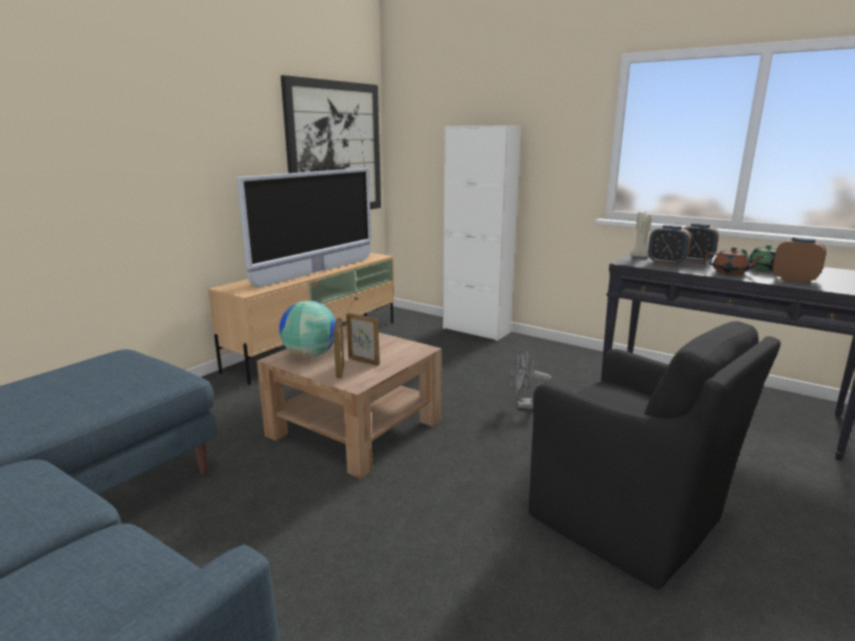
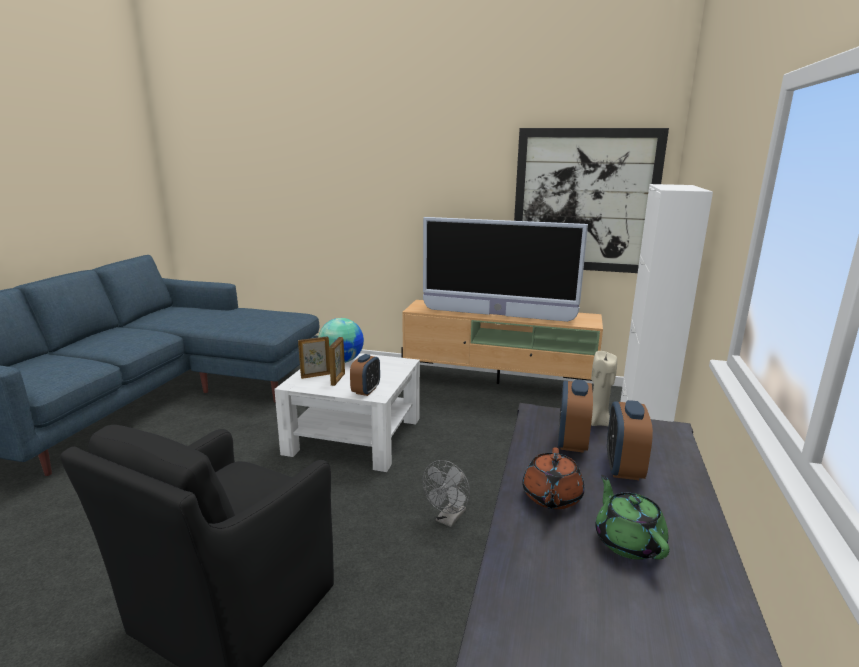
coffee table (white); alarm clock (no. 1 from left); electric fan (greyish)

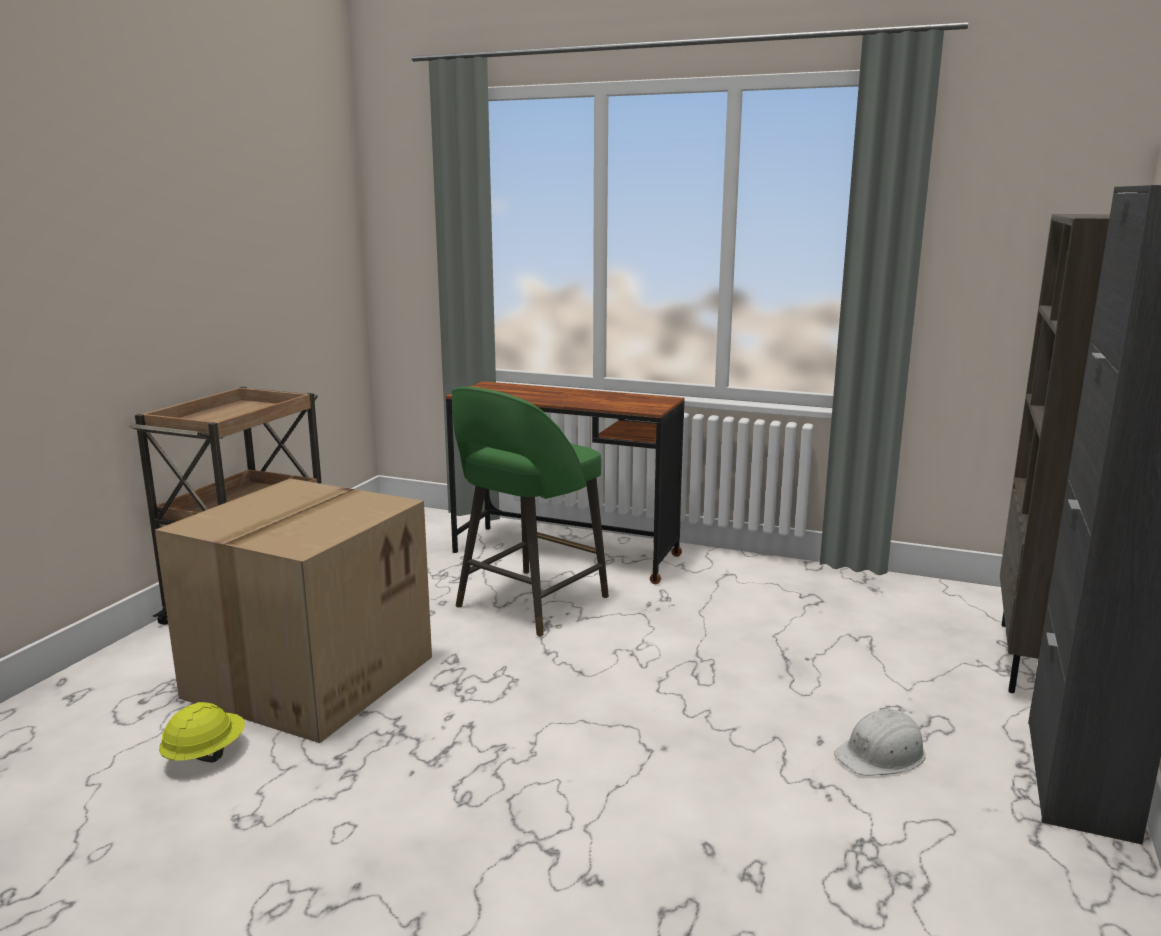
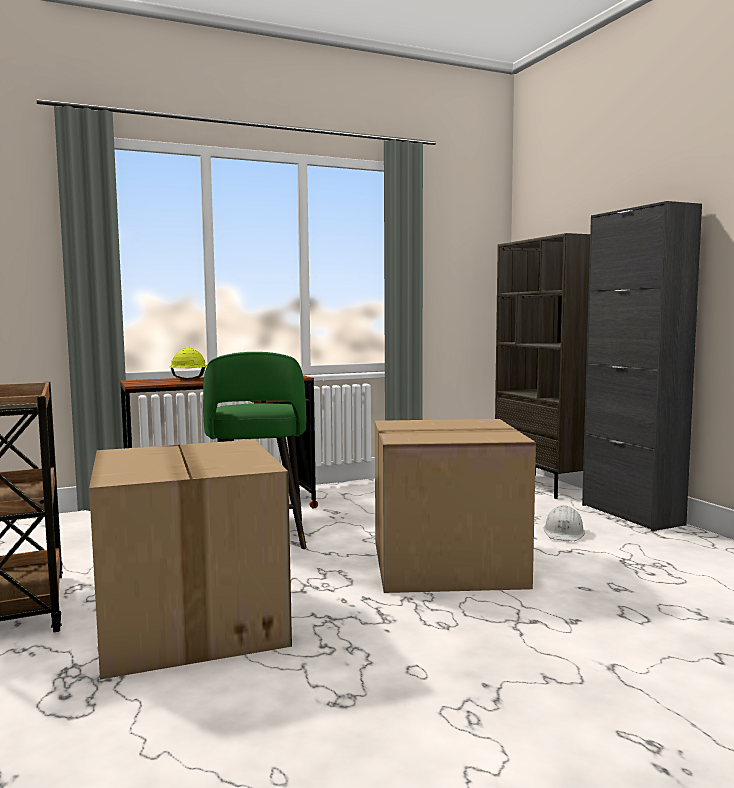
hard hat (yellow); carton (no. 2 from left)

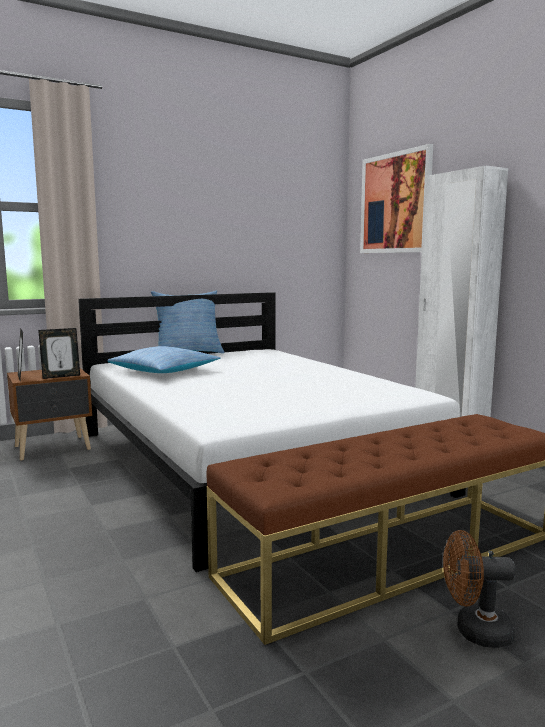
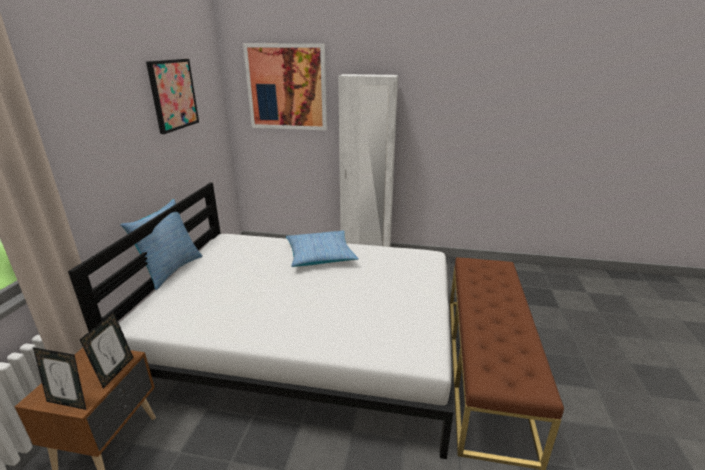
wall picture (no. 1 from left); pillow (no. 2 from left); electric fan (brownish)

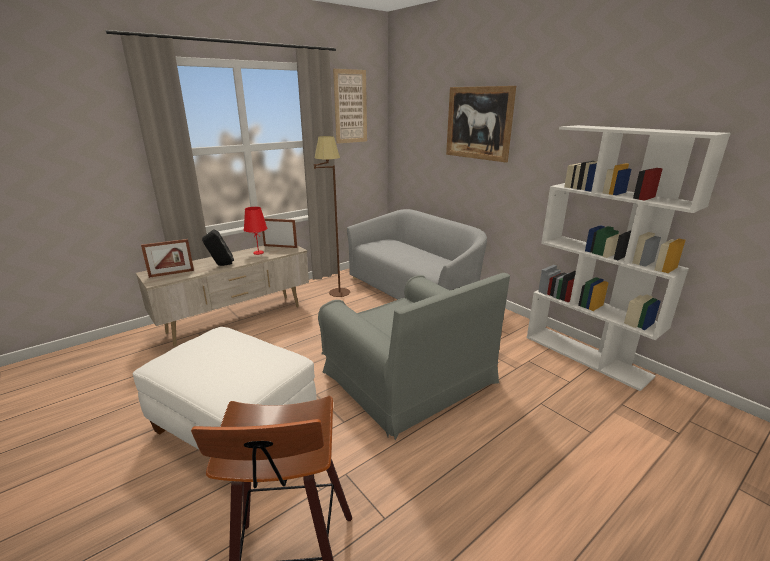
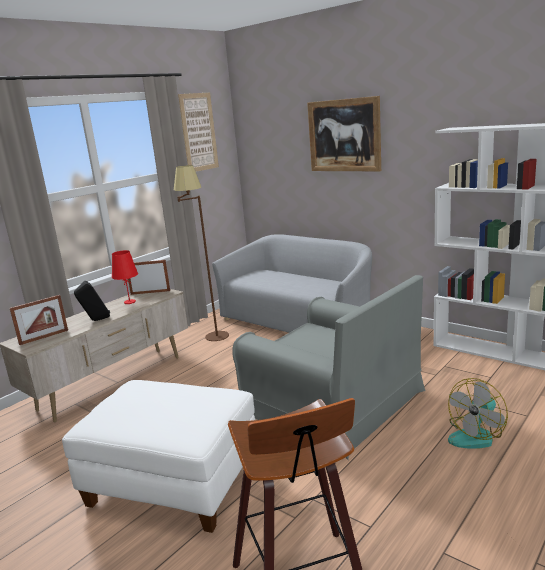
electric fan

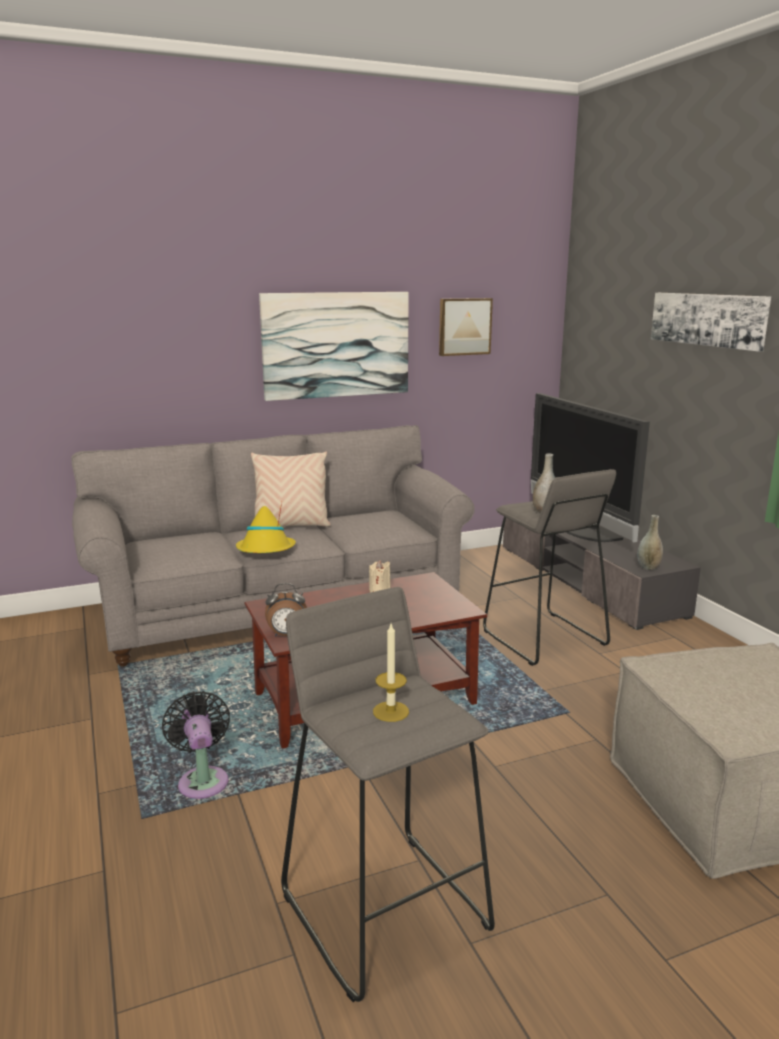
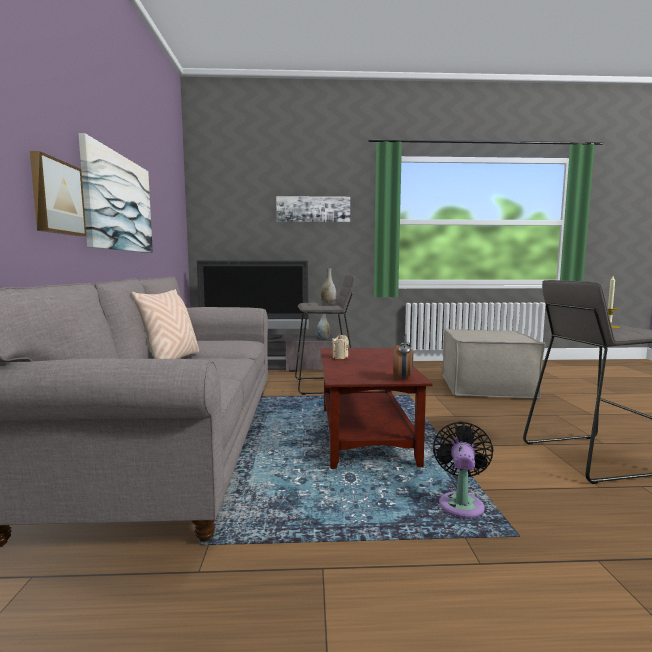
wall picture (no. 1 from left); electric fan (black); wearable hat (yellow)

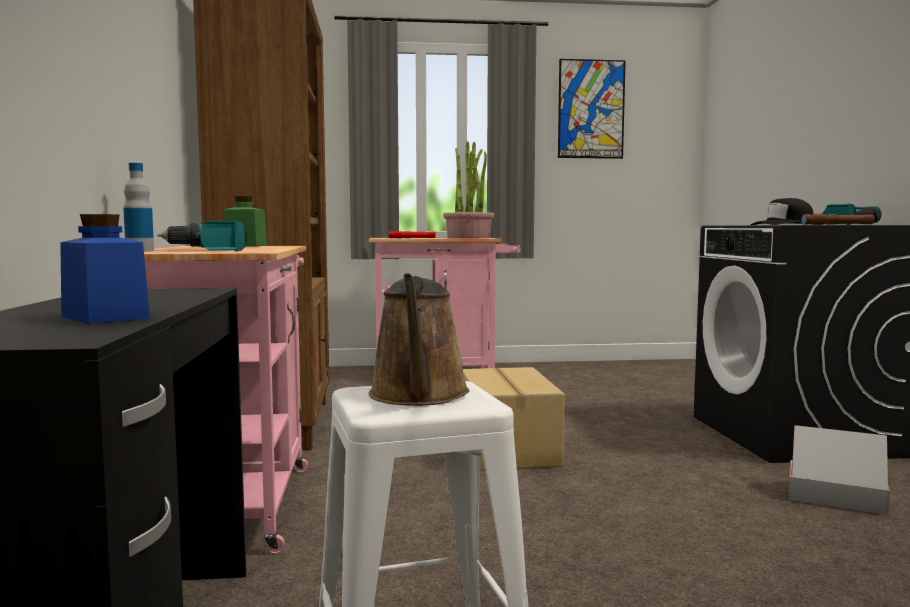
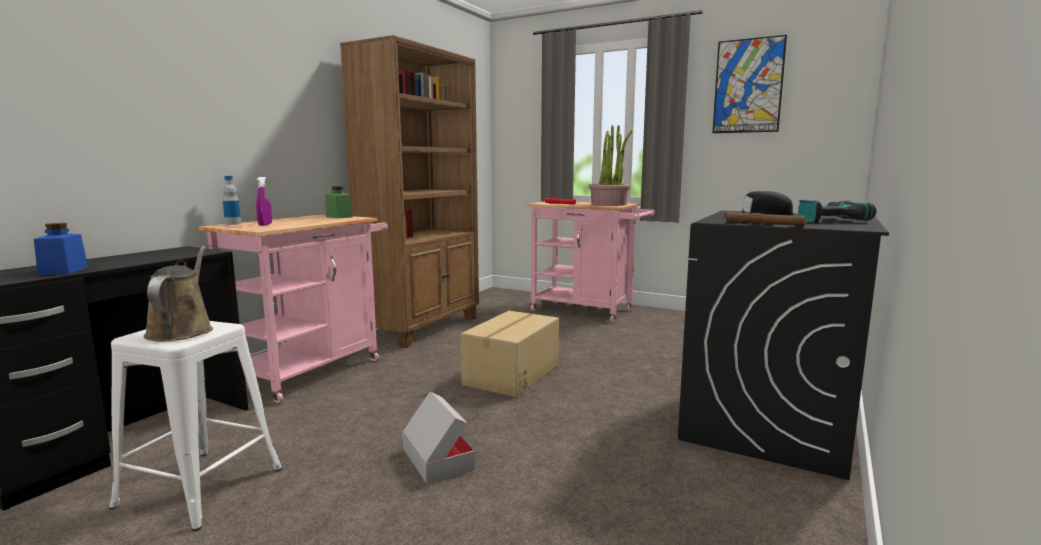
watering pot (brownish); hand sprayer (purple); carton (no. 1 from left)

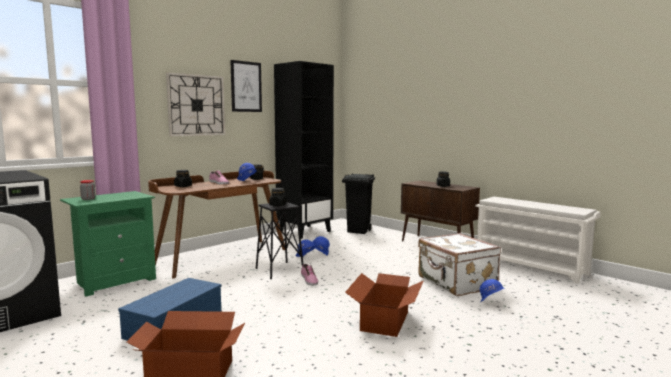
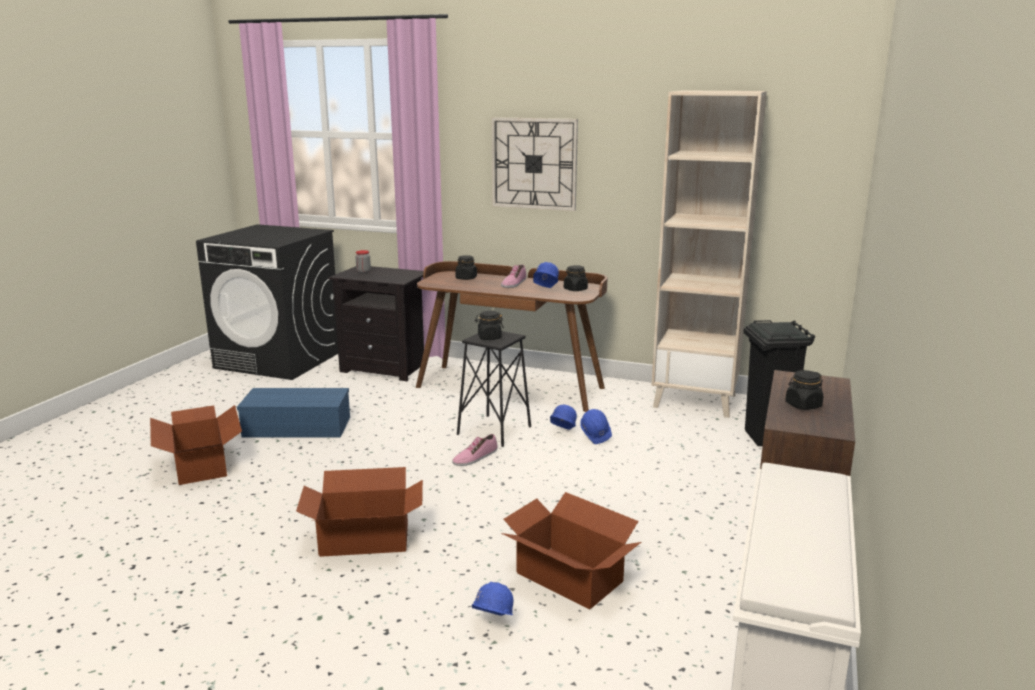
nightstand (black); carton (no. 3 from left); bookshelf (sand-coloured); wall picture

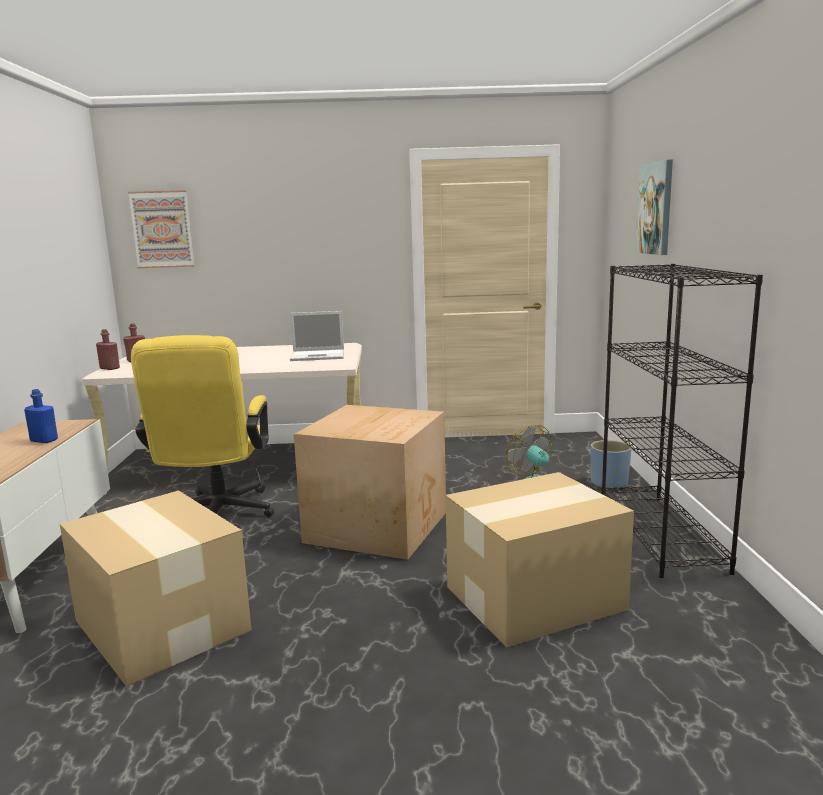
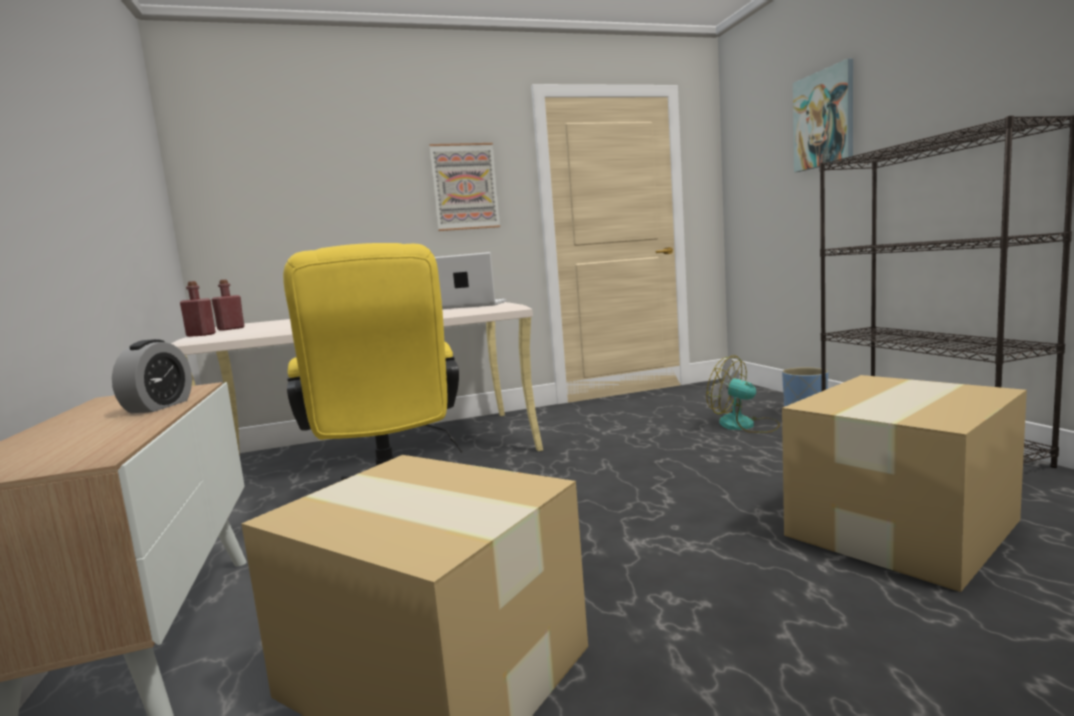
alarm clock; wall picture (no. 1 from left); laptop; carton (no. 2 from left in the first image)

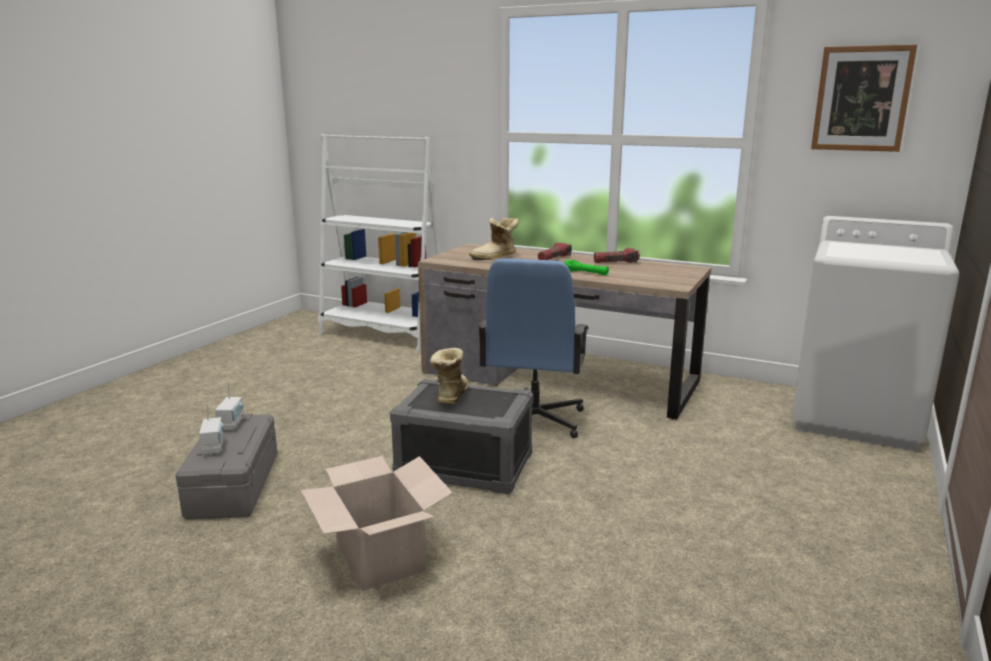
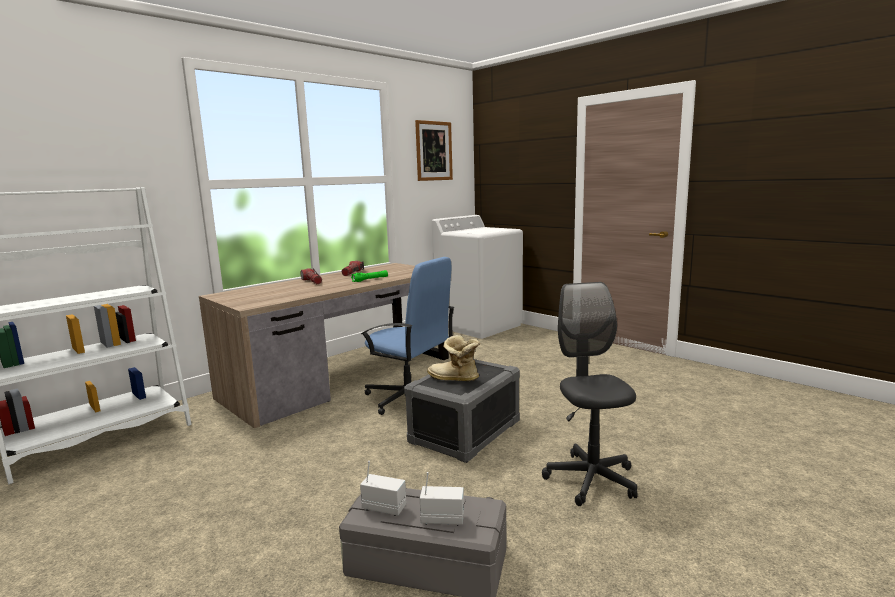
computer chair (greyish); high-top boot (no. 2 from left in the first image)

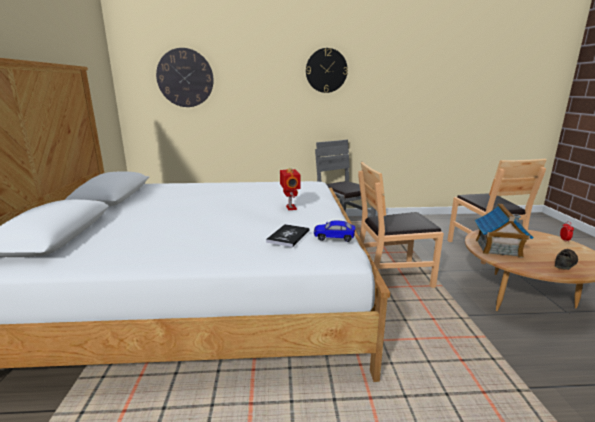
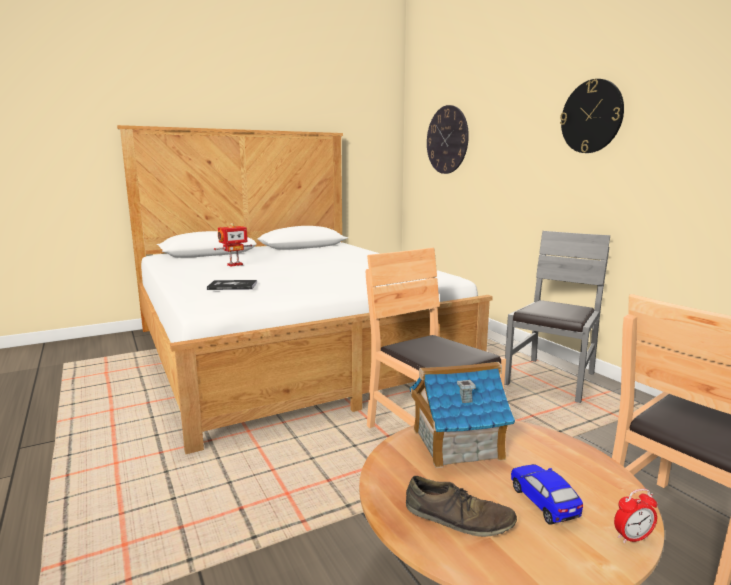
toy robot; toy car

